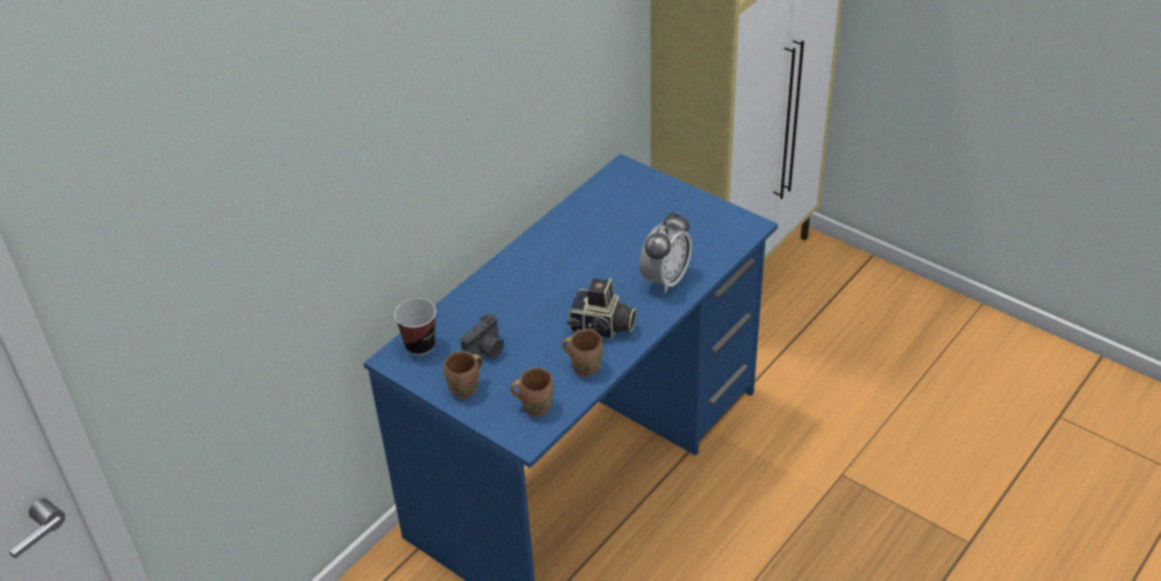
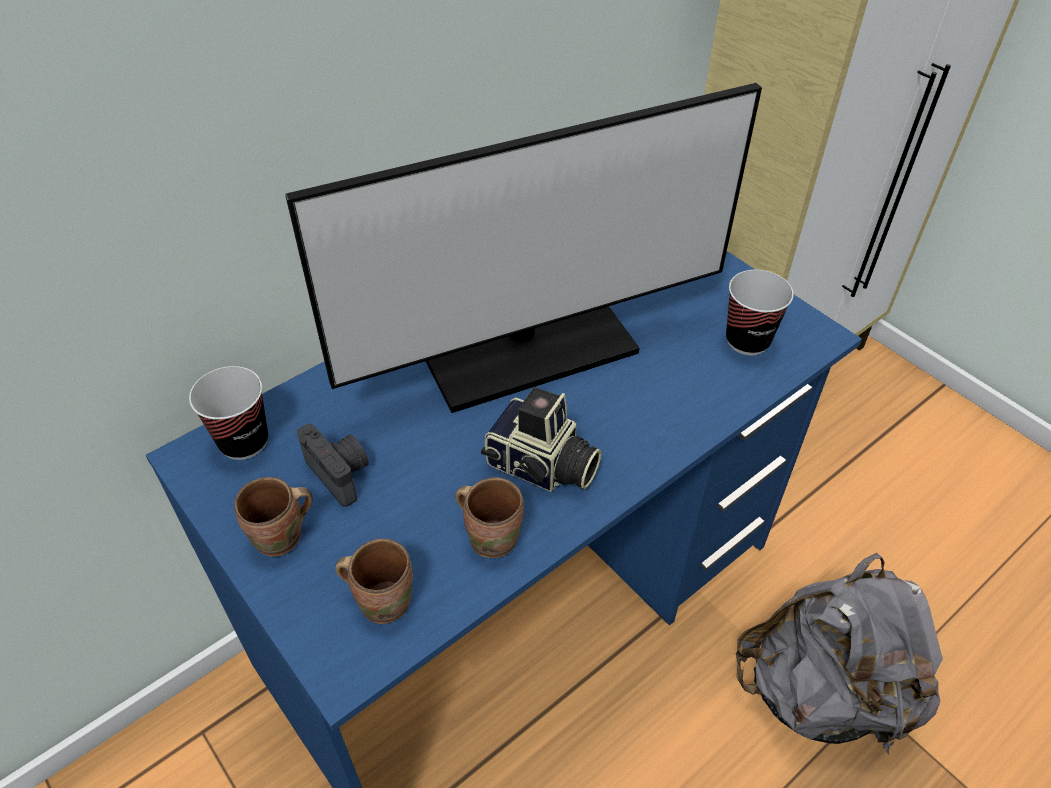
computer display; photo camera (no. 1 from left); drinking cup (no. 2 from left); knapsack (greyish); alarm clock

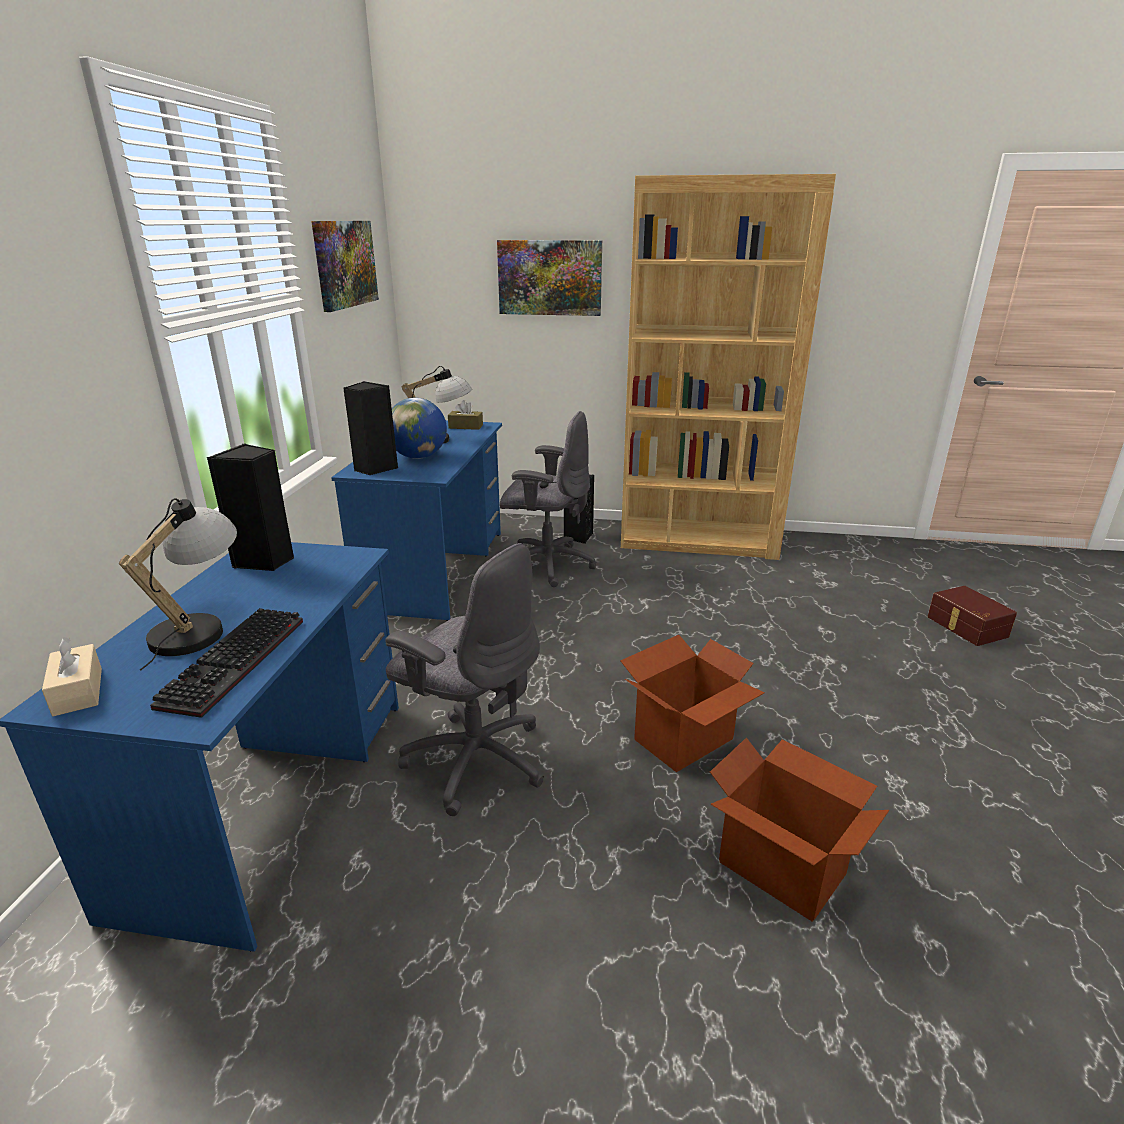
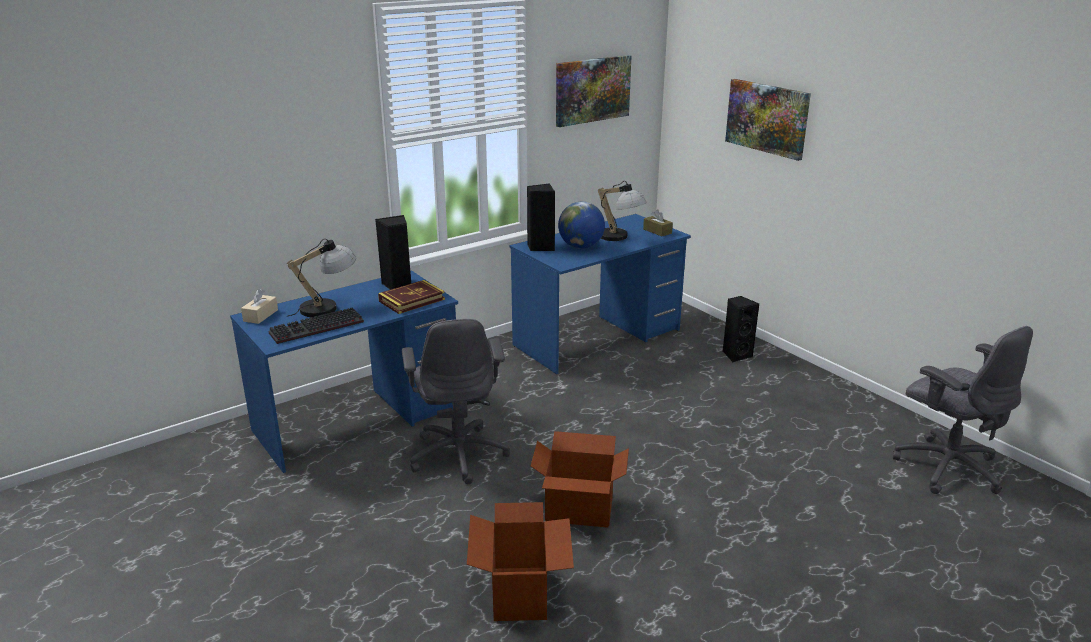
bound book; computer chair (greyish) (no. 2 from left); bookshelf (brownish); storage bin (brownish)

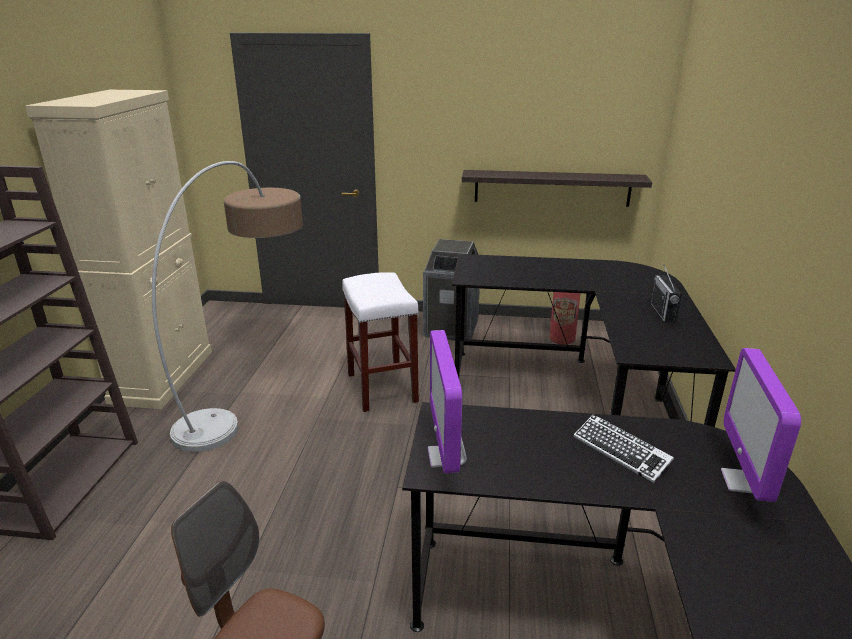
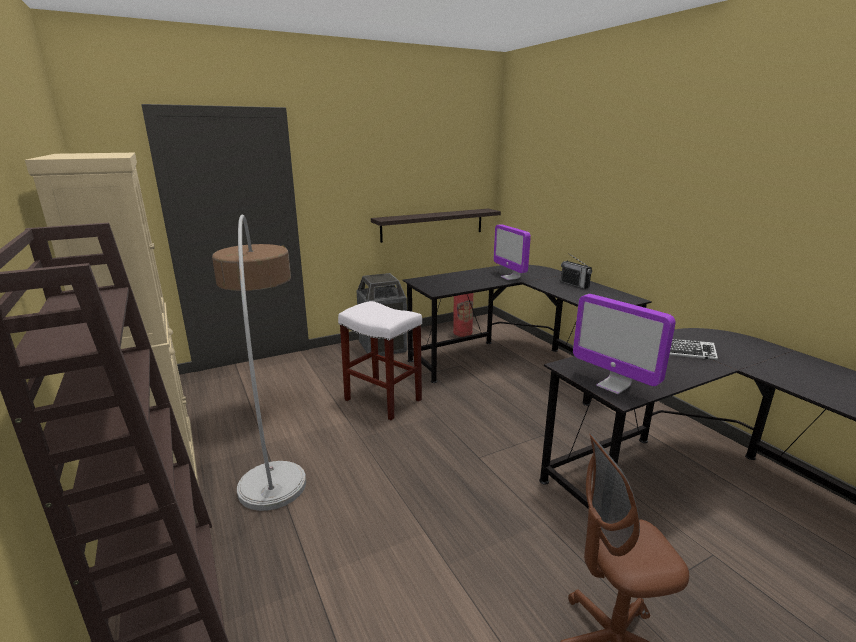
computer display (no. 1 from left)

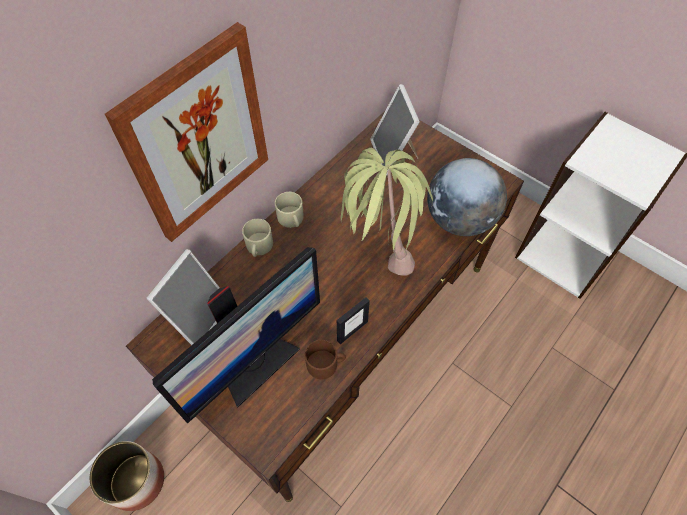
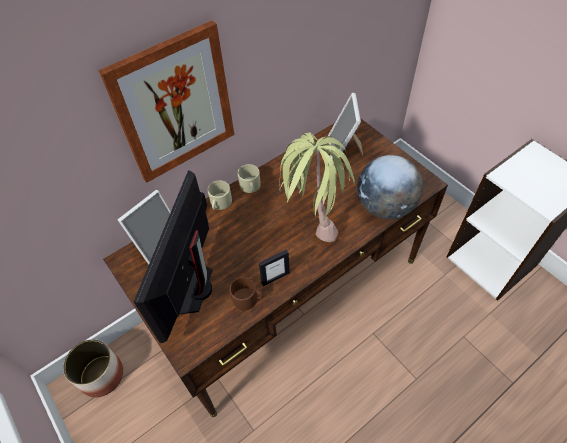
computer display

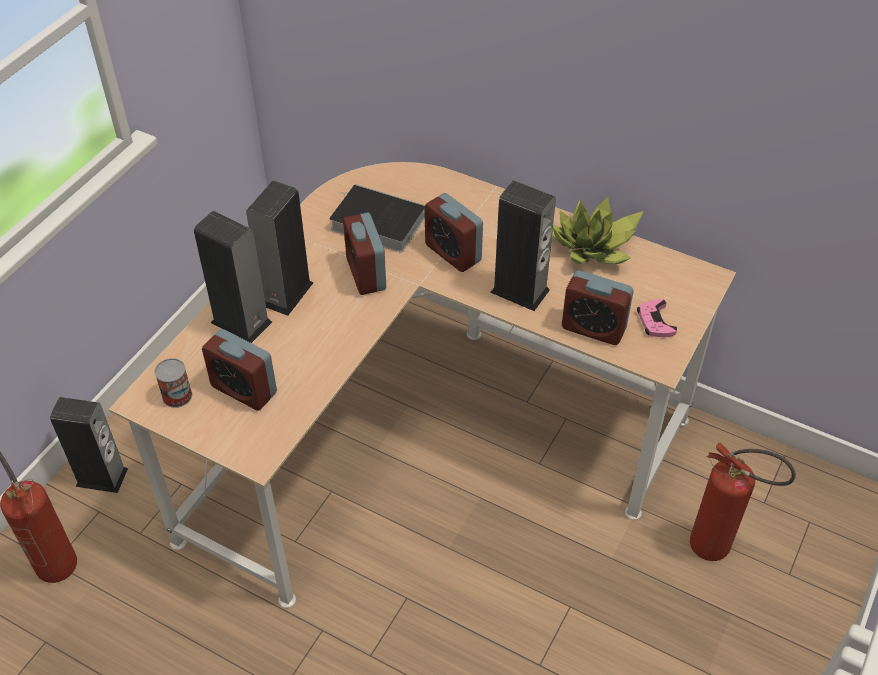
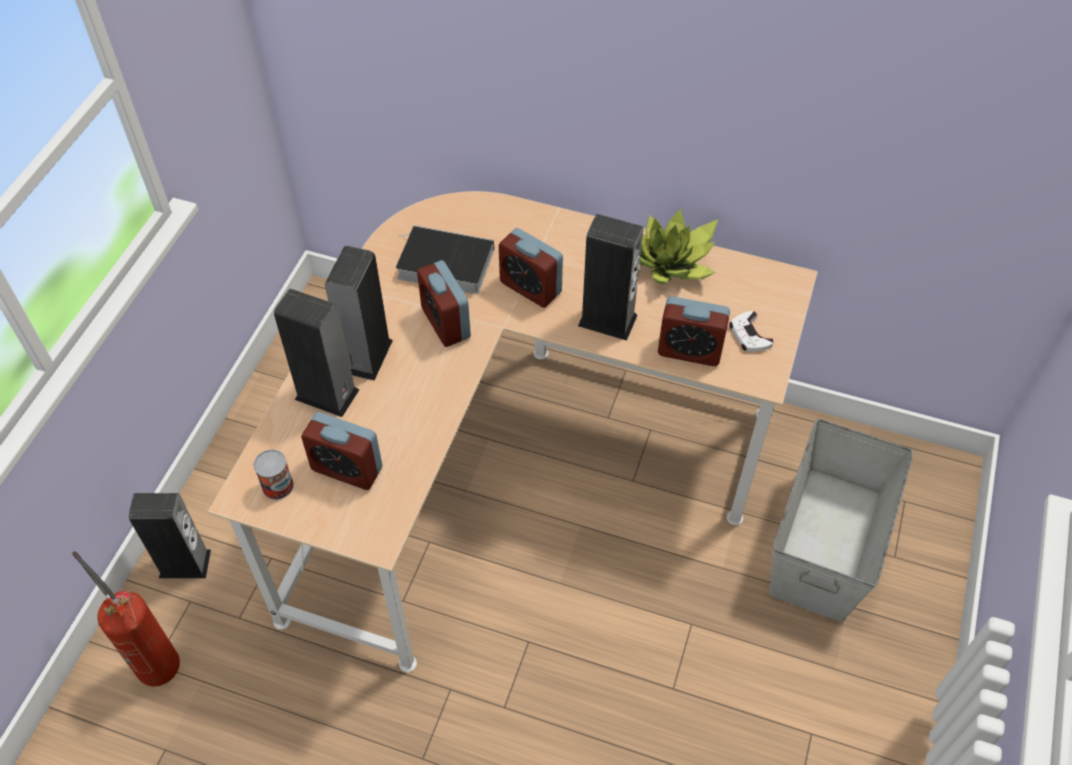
joypad (white); storage bin (greyish)

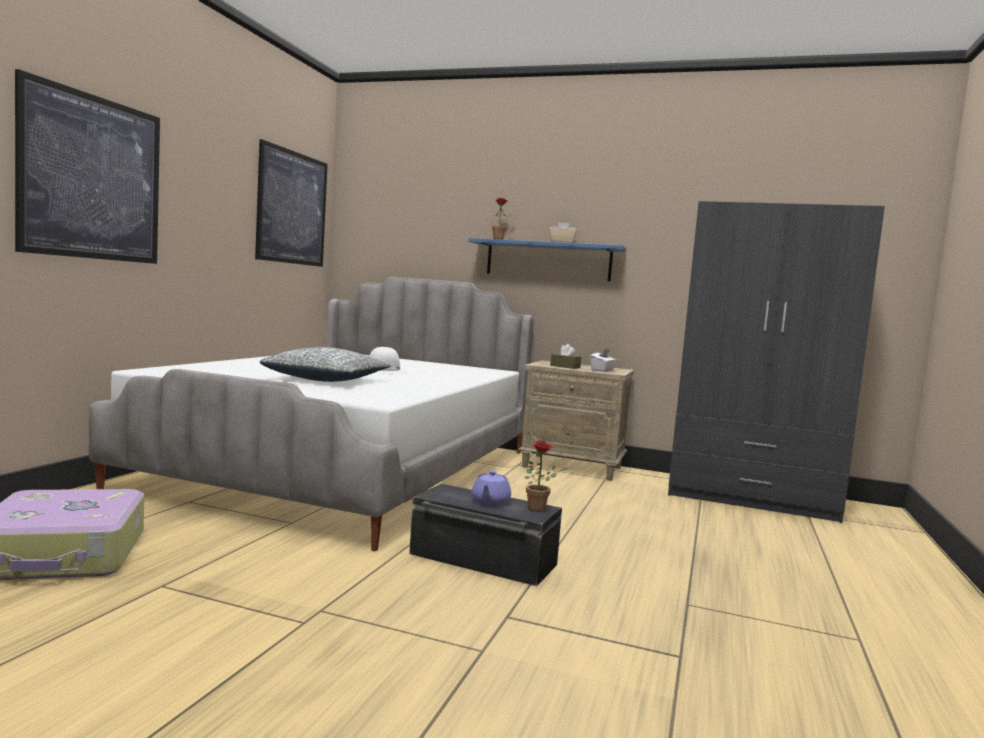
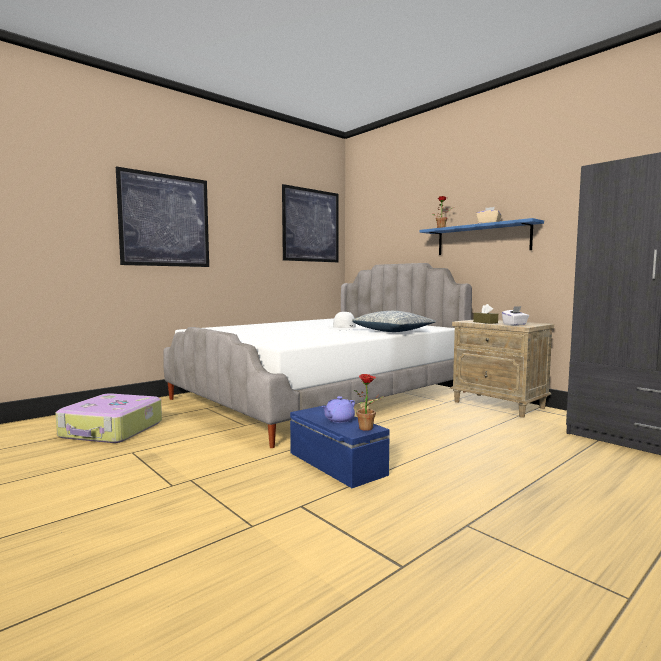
storage bin (blue); pillow

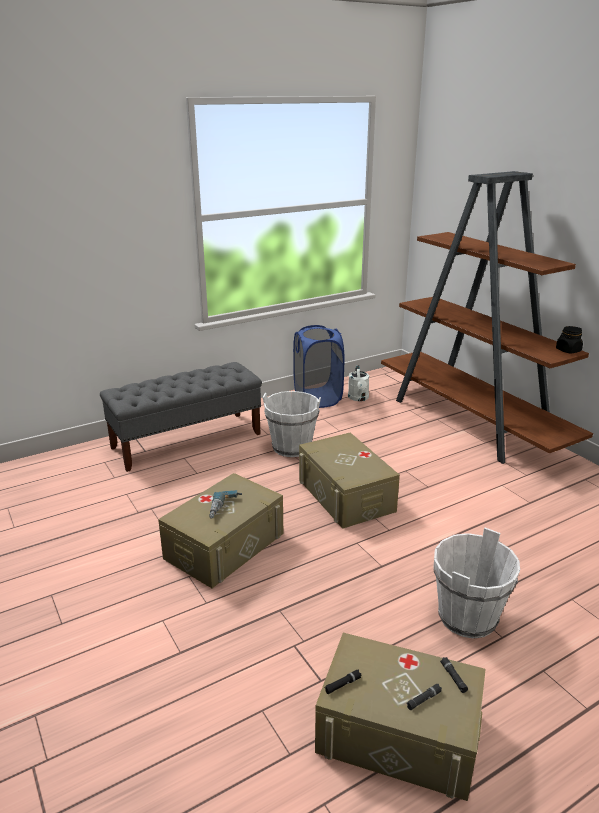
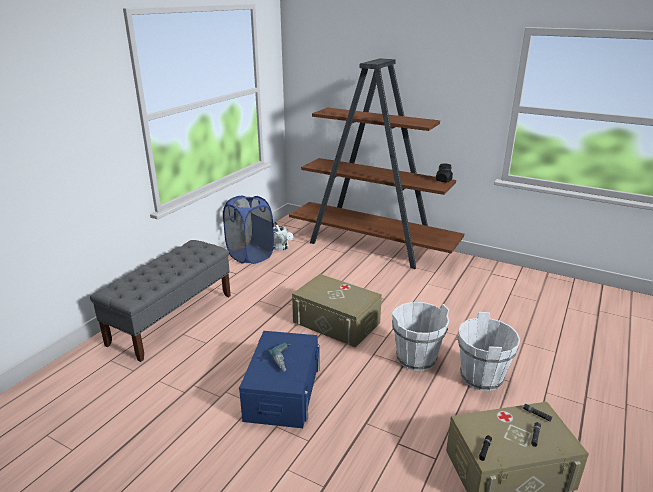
storage bin (blue); pail (white) (no. 1 from left)

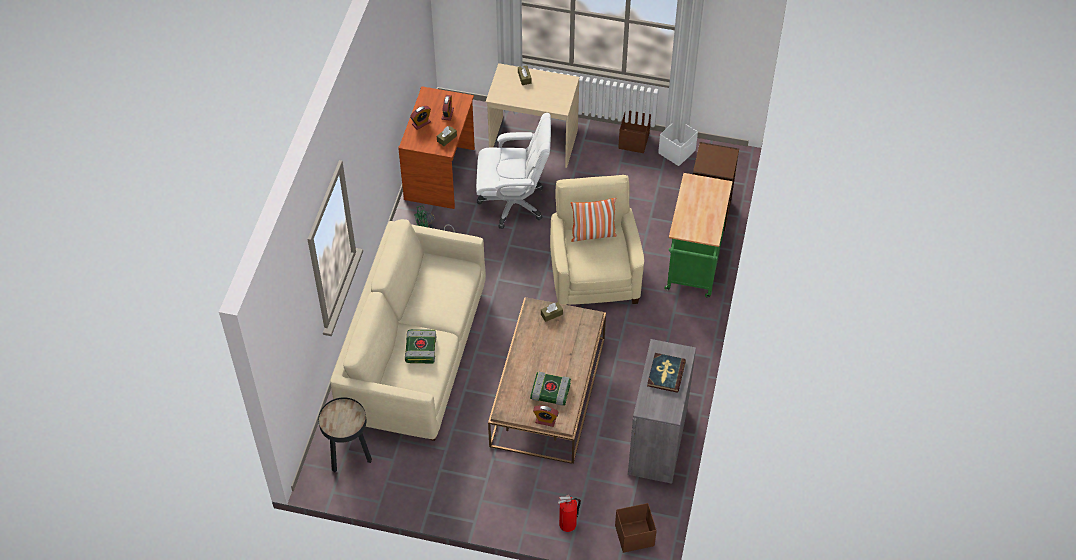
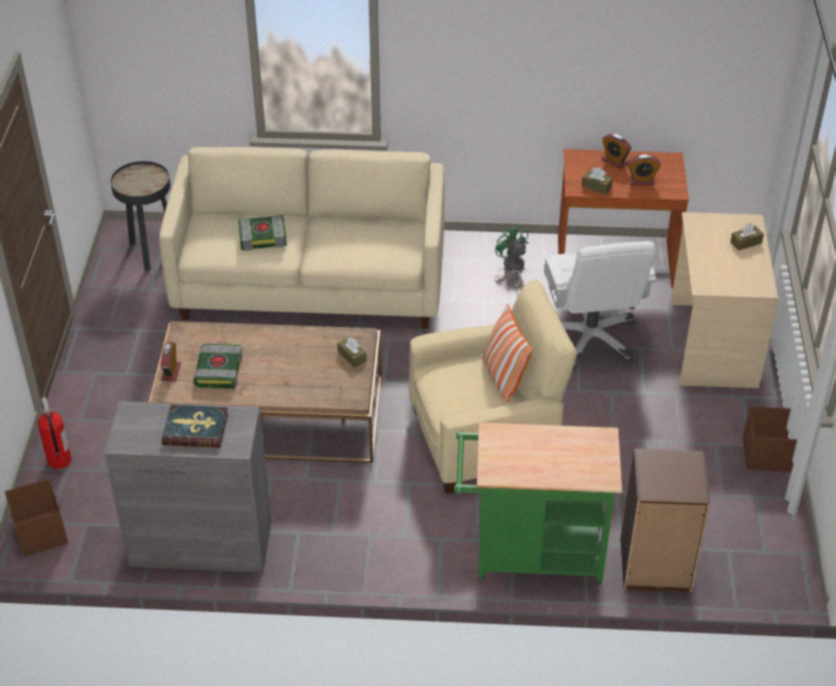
storage bin (white)

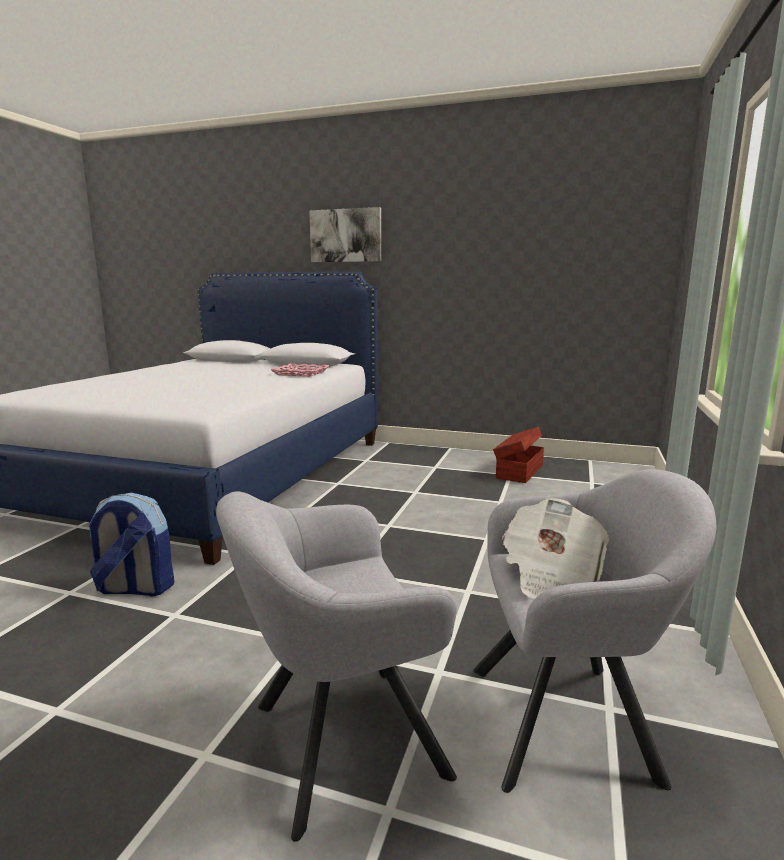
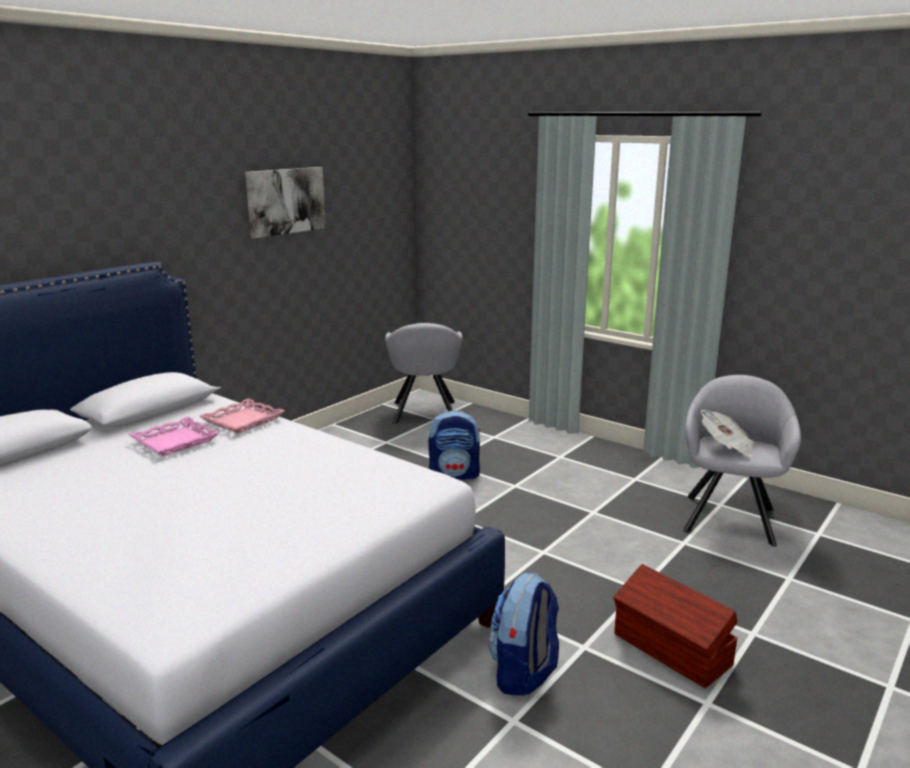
carrying tray (pink) (no. 1 from left); wall picture; easy chair (greyish) (no. 1 from left); knapsack (no. 1 from left); storage bin (brownish)

